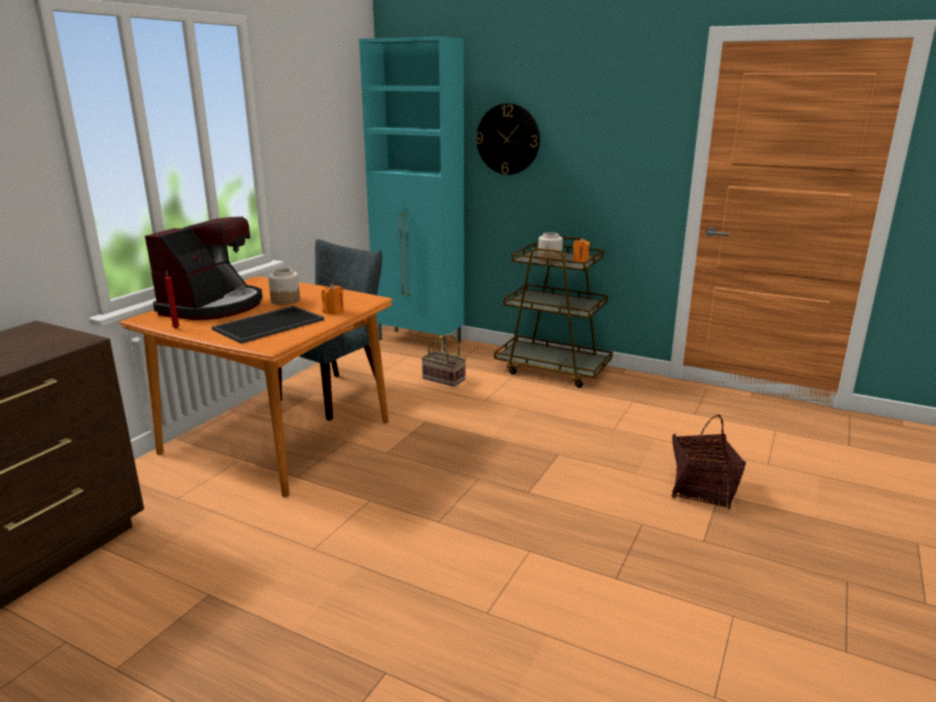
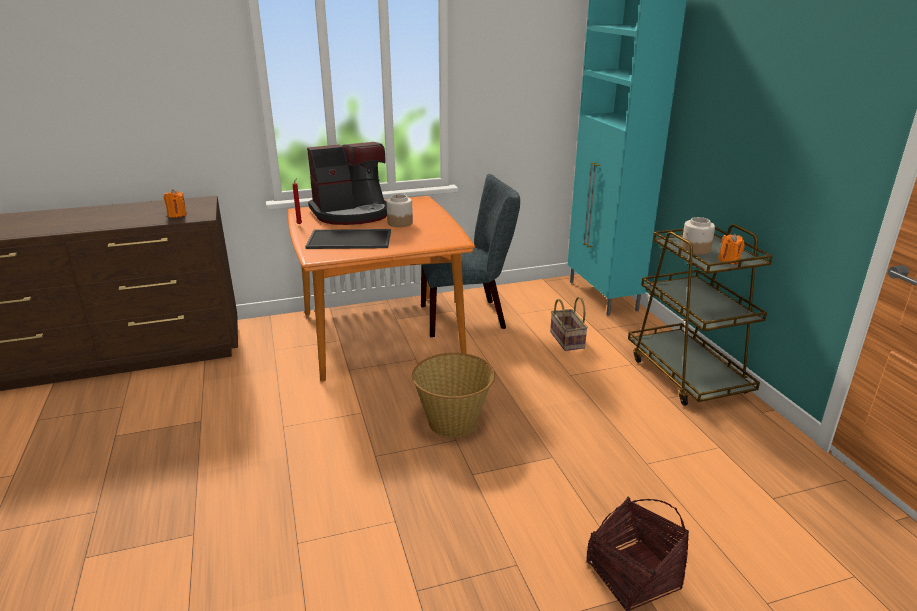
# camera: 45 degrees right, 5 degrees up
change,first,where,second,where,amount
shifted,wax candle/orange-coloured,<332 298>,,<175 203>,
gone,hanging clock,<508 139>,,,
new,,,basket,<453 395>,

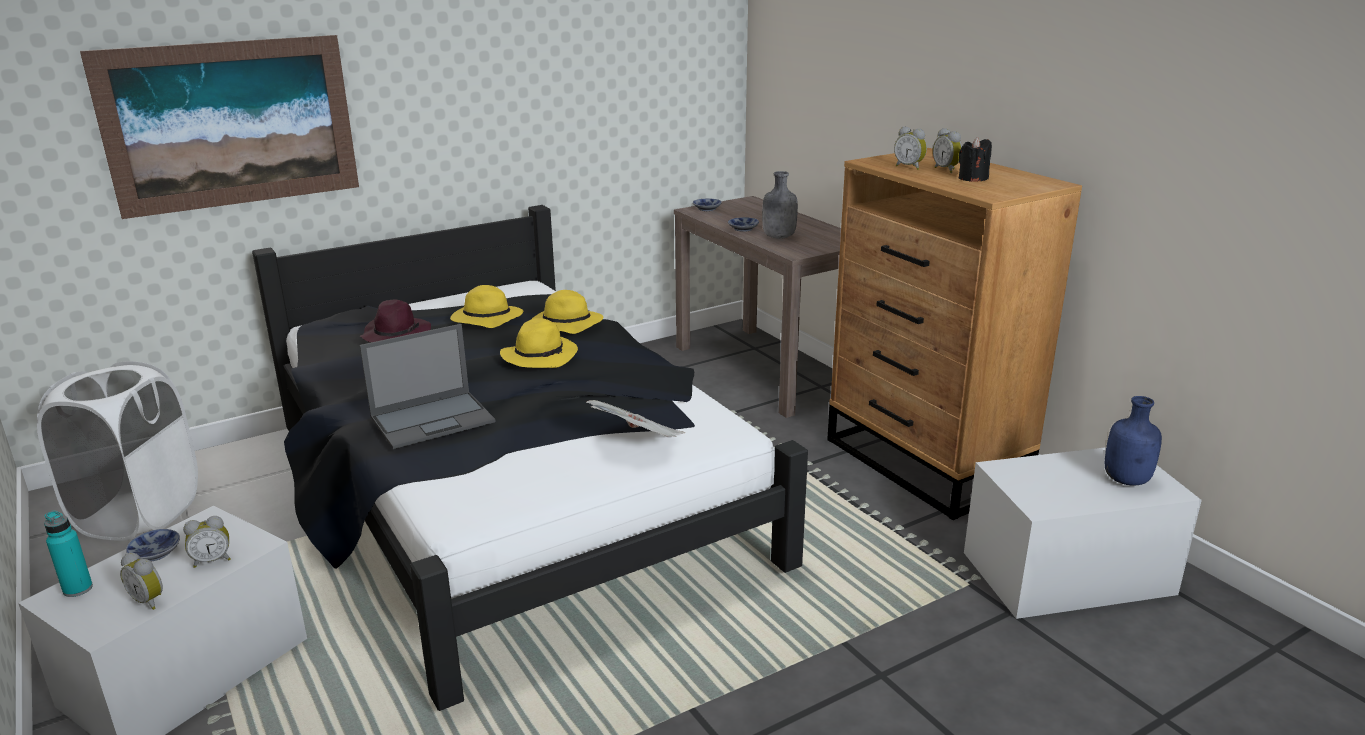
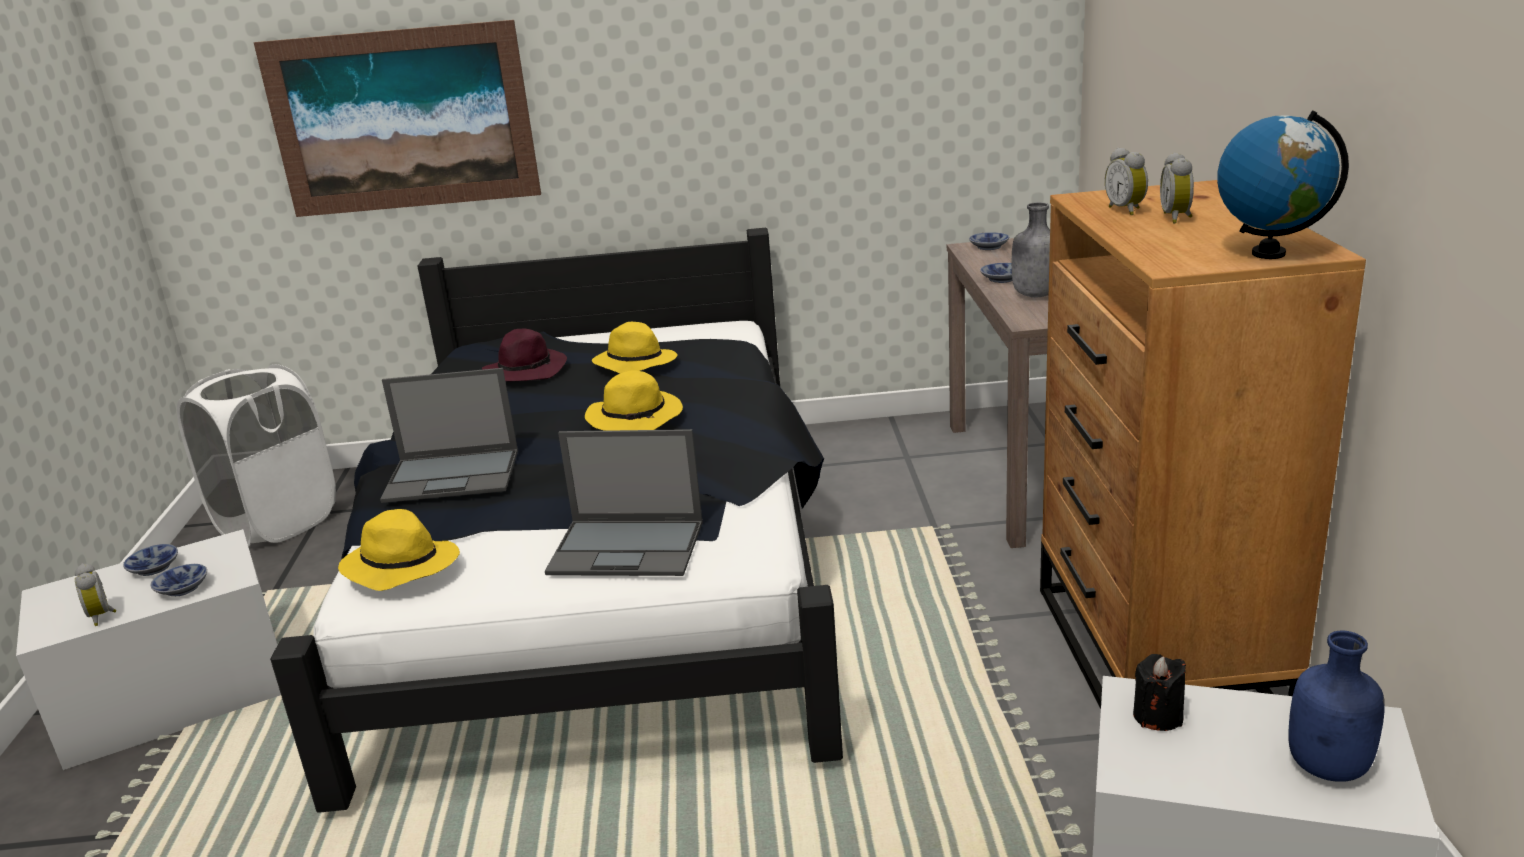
# camera: 30 degrees right, 0 degrees up
change,first,where,second,where,amount
gone,beverage bottle/blue-green,<68 554>,,,
swapped,table clock,<207 542>,bowl,<179 580>,
shifted,hat/yellowish,<567 312>,,<399 550>,
swapped,daily paper,<636 418>,notebook computer,<624 502>,
shifted,wax candle/black,<975 159>,,<1159 692>,
new,,,desk globe,<1283 184>,

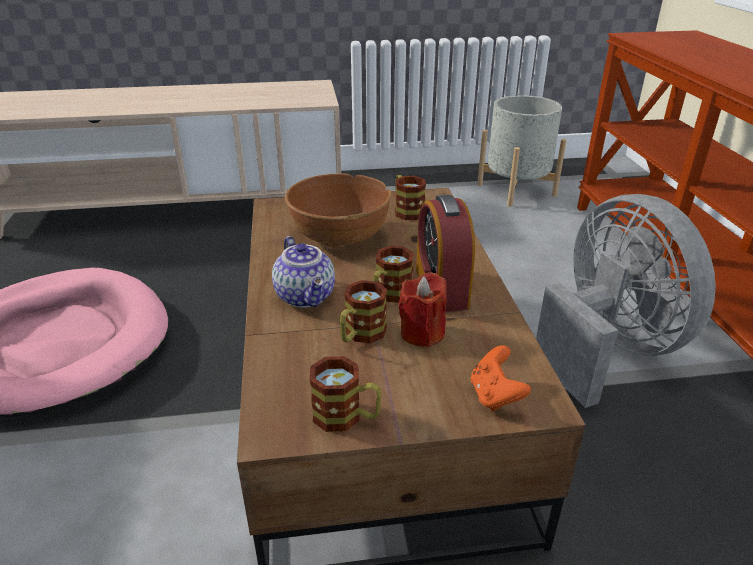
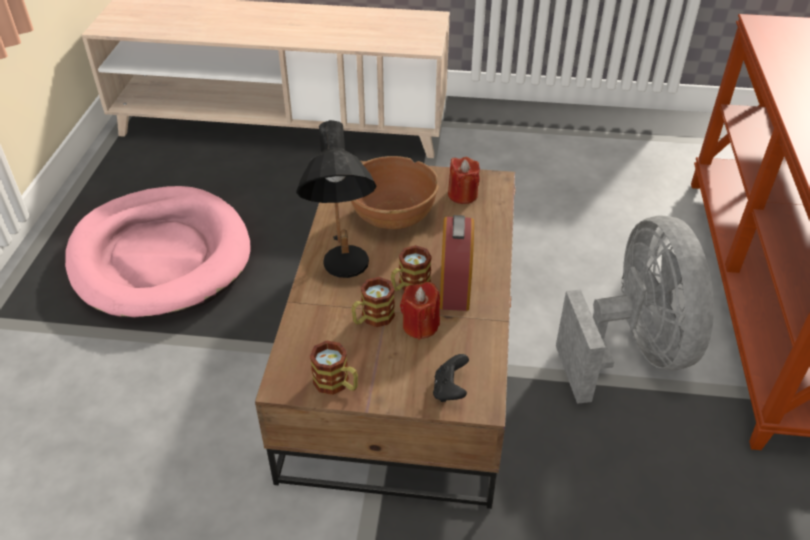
# camera: 15 degrees right, 10 degrees up
change,first,where,second,where,amount
swapped,pot for tea,<303 272>,lamp for a table/black,<336 199>,
swapped,coffee mug,<410 197>,wax candle/red-coloured,<464 180>,
repainted,joypad/orange-coloured,<501 378>,joypad/black,<451 378>,
gone,plant pot/greyish,<522 151>,,,

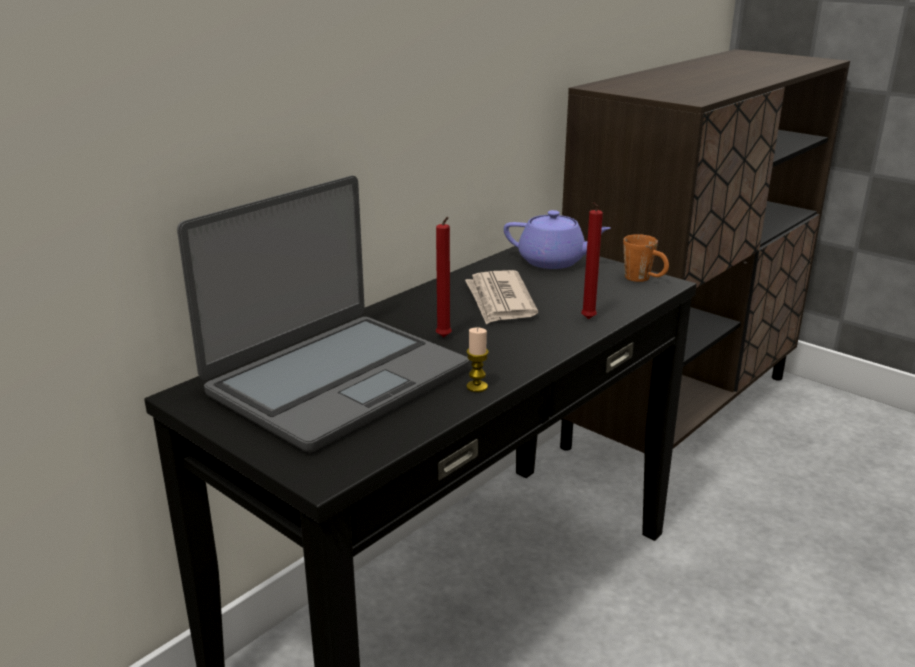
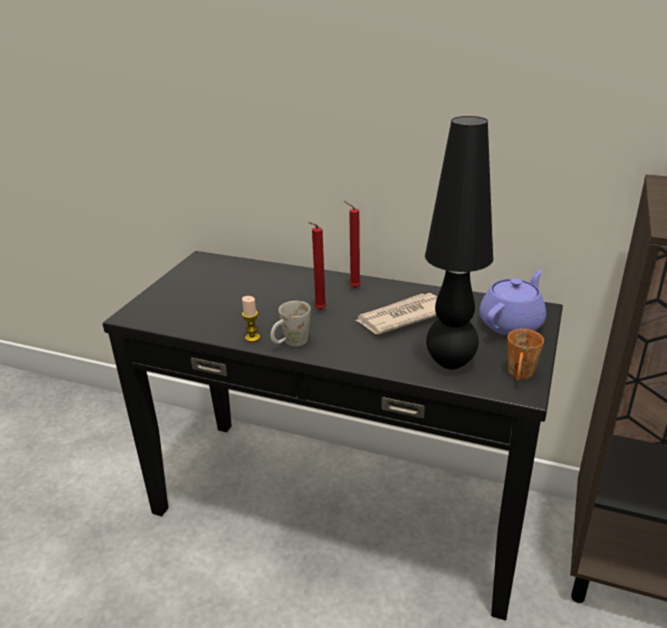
# camera: 70 degrees right, 5 degrees up
change,first,where,second,where,amount
gone,notebook computer,<323 314>,,,
rotated,pot for tea/purplish,<557 239>,,<512 302>,135 degrees counterclockwise
shifted,wax candle/red-coloured,<592 260>,,<352 244>,
new,,,coffee mug/white-coloured,<290 324>,
new,,,lamp for a table/black,<459 242>,

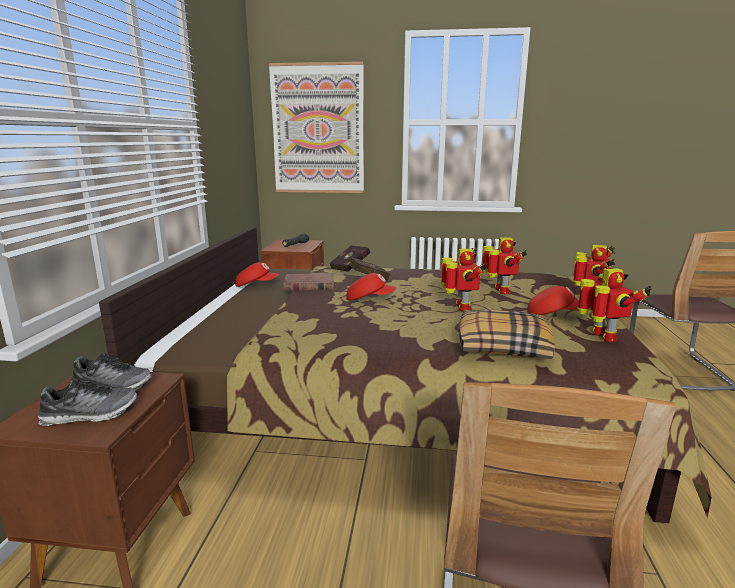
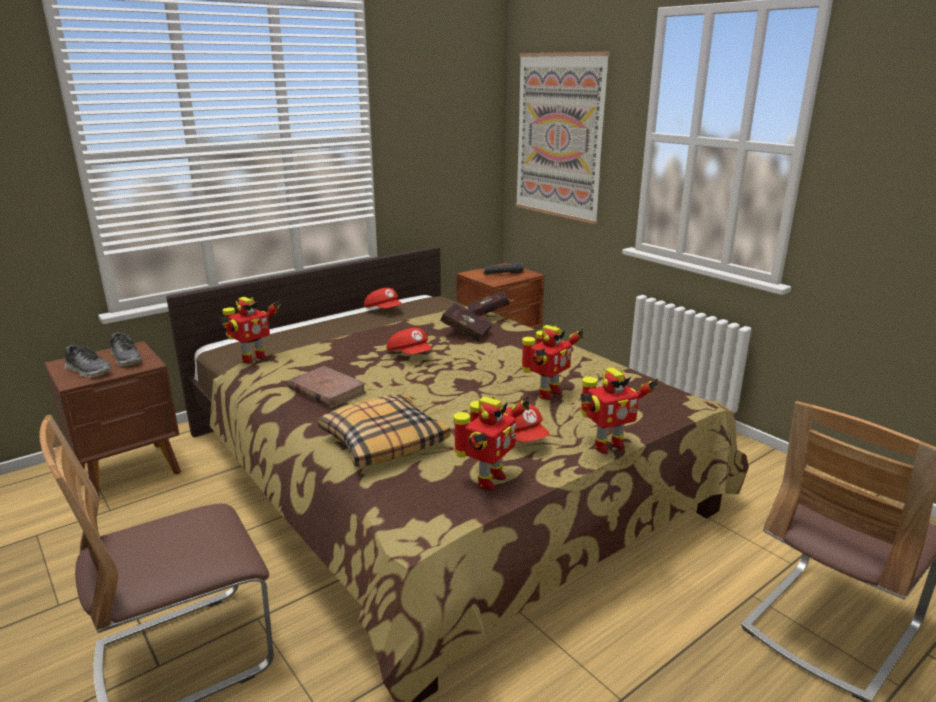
# camera: 45 degrees right, 5 degrees up
change,first,where,second,where,amount
shifted,volume/brownish,<308 282>,,<327 387>,
shifted,model robot,<464 280>,,<250 330>,

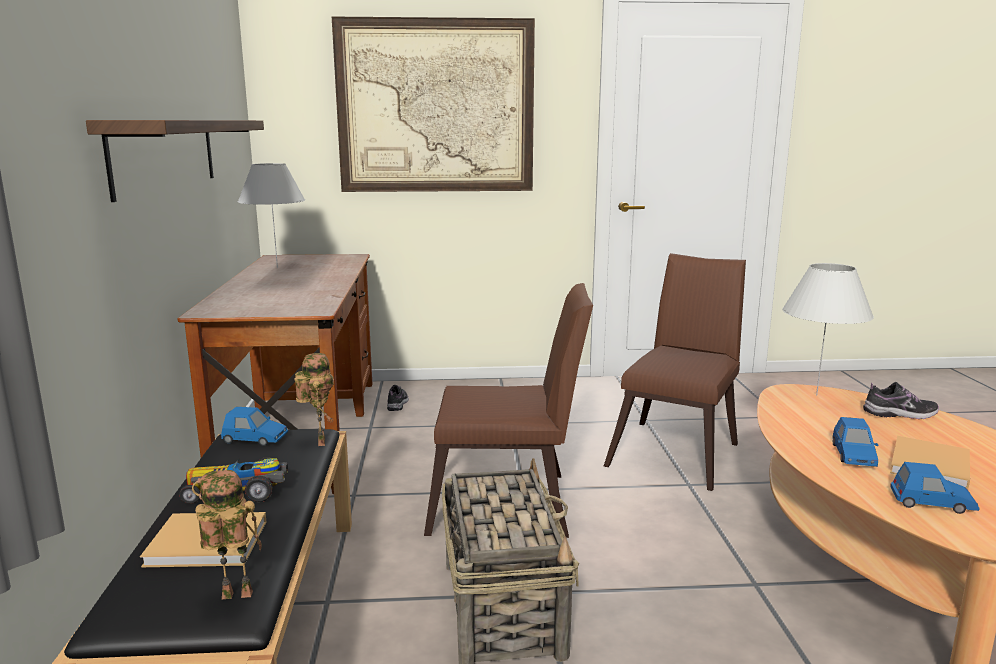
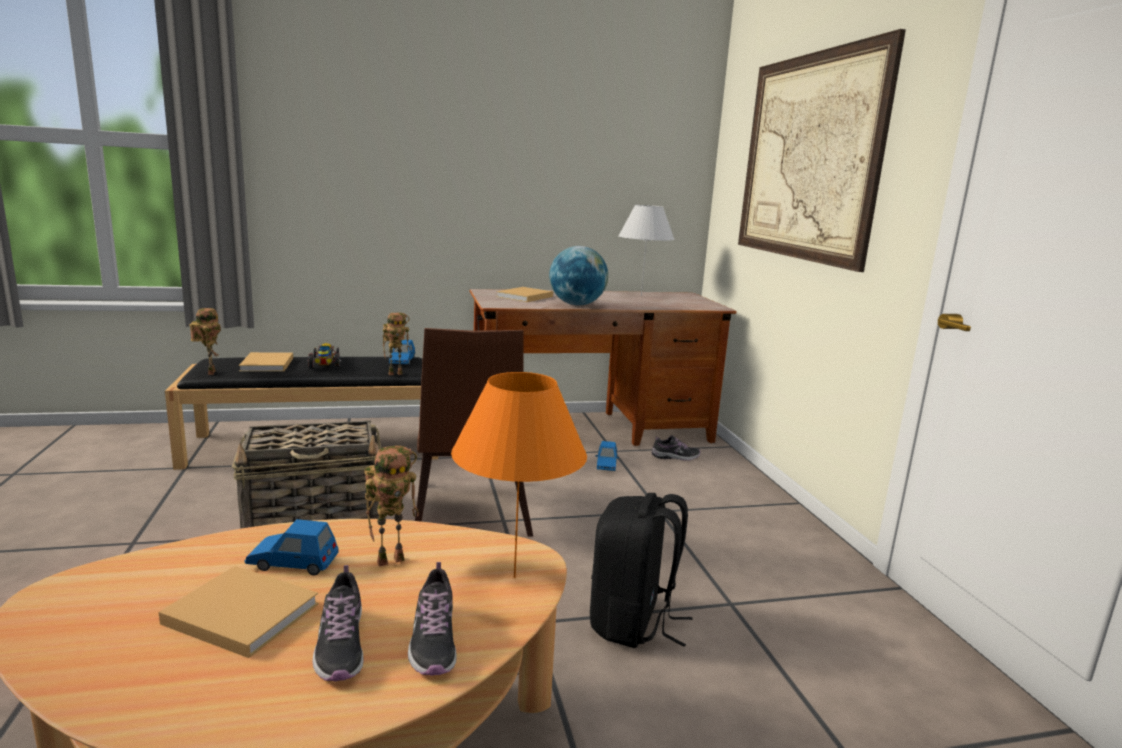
# camera: 80 degrees right, 0 degrees up
change,first,where,second,where,amount
gone,wall shelf,<175 161>,,,
swapped,chair/brownish,<675 372>,rucksack/black,<641 570>,
repainted,lamp for a table/white-coloured,<828 329>,lamp for a table/orange-coloured,<519 475>,
shifted,toy car/bluish,<935 488>,,<607 456>,
new,,,shoe,<338 623>,
new,,,model robot,<391 506>,
new,,,volume/beige-coloured,<524 294>,
new,,,desk globe,<578 275>,

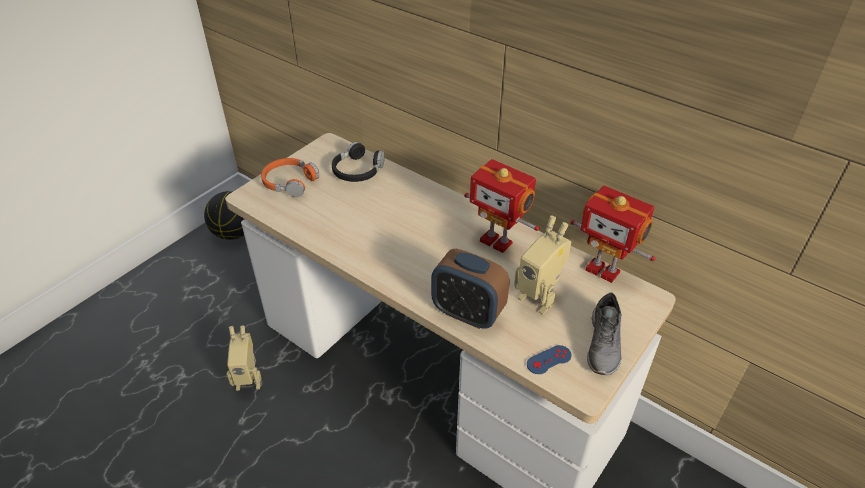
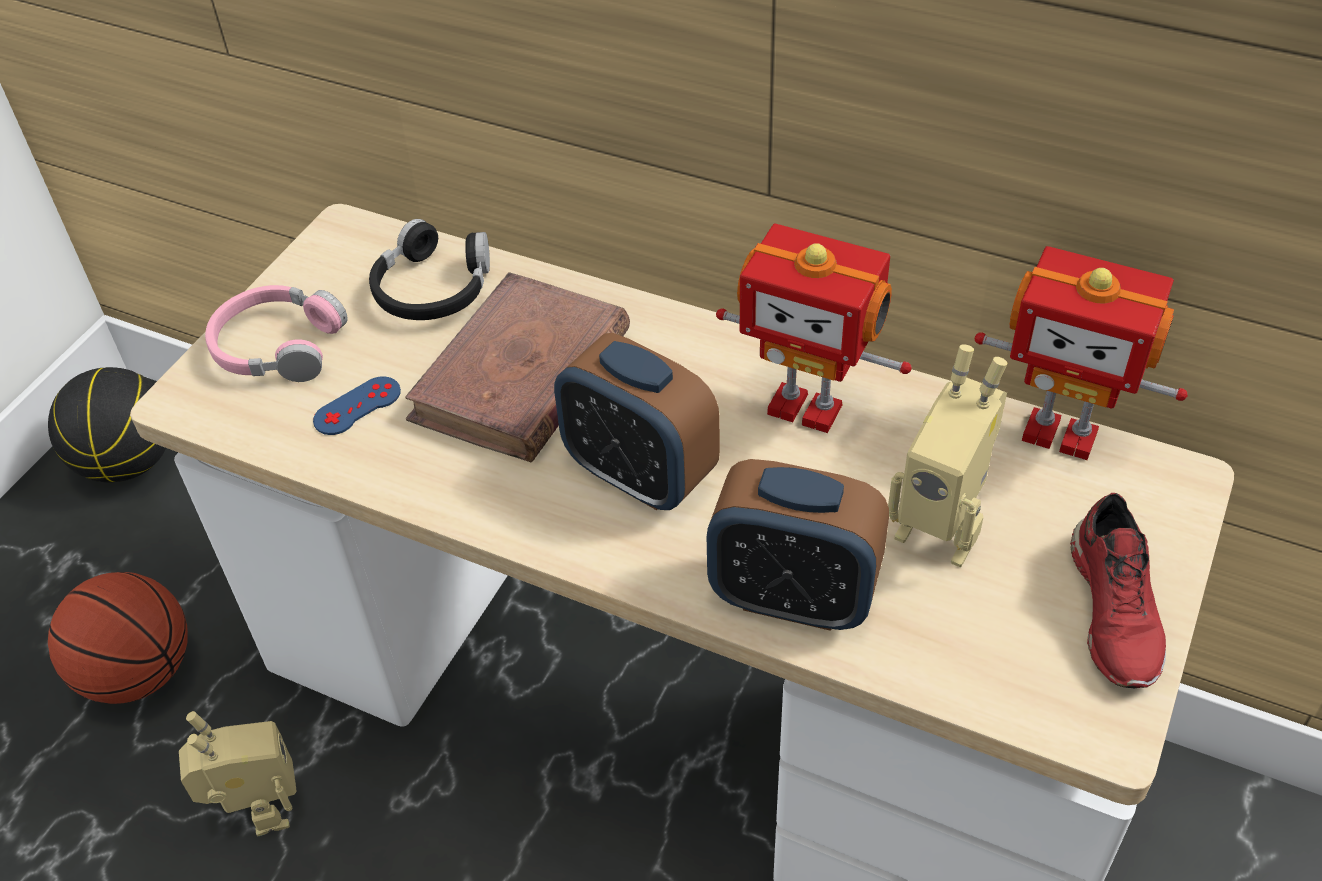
# camera: 10 degrees left, 5 degrees up
change,first,where,second,where,amount
rotated,model robot,<244 358>,,<238 773>,90 degrees counterclockwise
repainted,headphones/orange-coloured,<290 177>,headphones/pinkish,<276 333>,
shifted,joypad/bluish,<549 359>,,<357 405>,
repainted,shoe/greyish,<604 333>,shoe/red-coloured,<1118 590>,
new,,,basketball ball,<118 638>,
new,,,volume/brownish,<517 367>,
new,,,table clock,<637 421>,

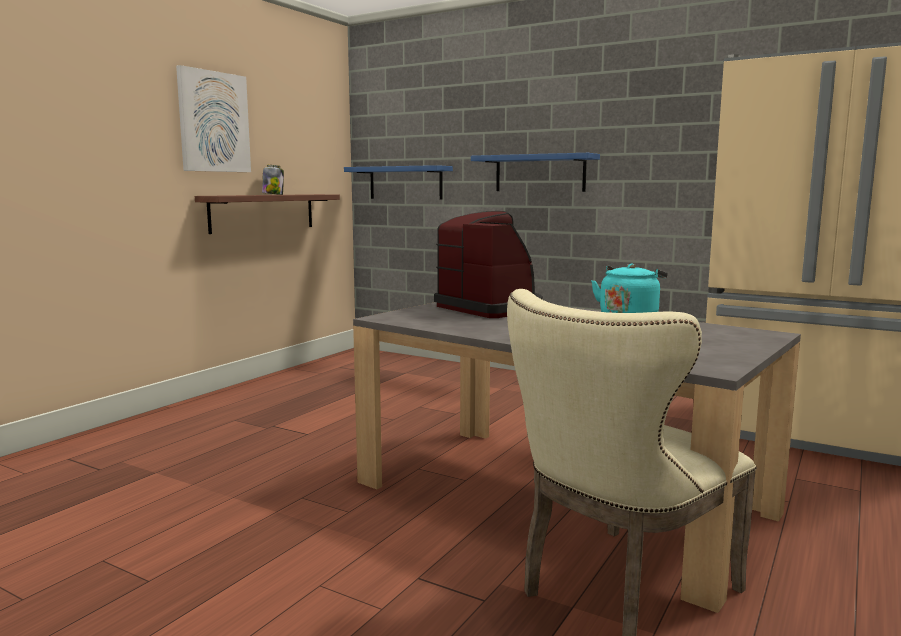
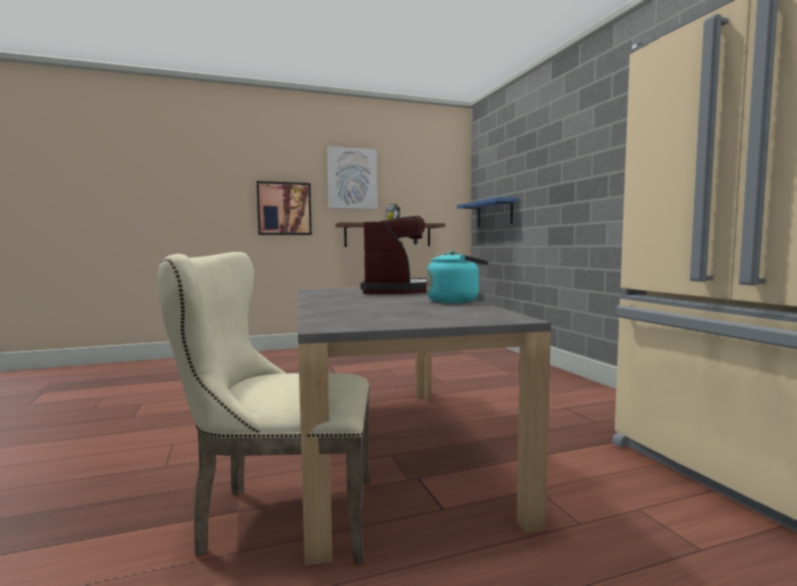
# camera: 40 degrees right, 5 degrees down
change,first,where,second,where,amount
gone,wall shelf/bluish,<535 172>,,,
new,,,picture,<284 208>,

